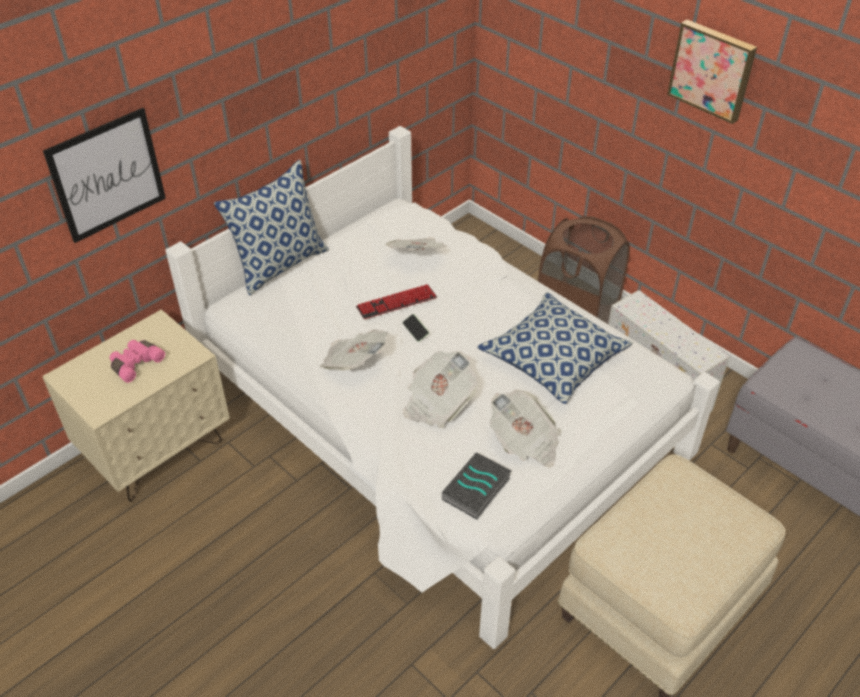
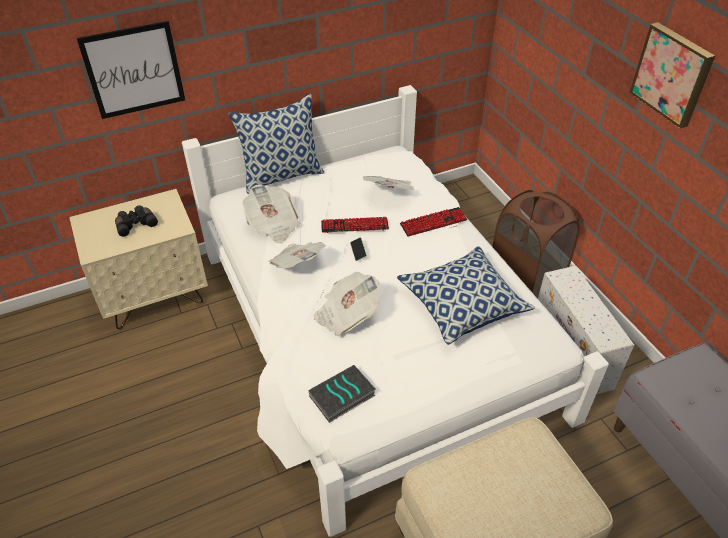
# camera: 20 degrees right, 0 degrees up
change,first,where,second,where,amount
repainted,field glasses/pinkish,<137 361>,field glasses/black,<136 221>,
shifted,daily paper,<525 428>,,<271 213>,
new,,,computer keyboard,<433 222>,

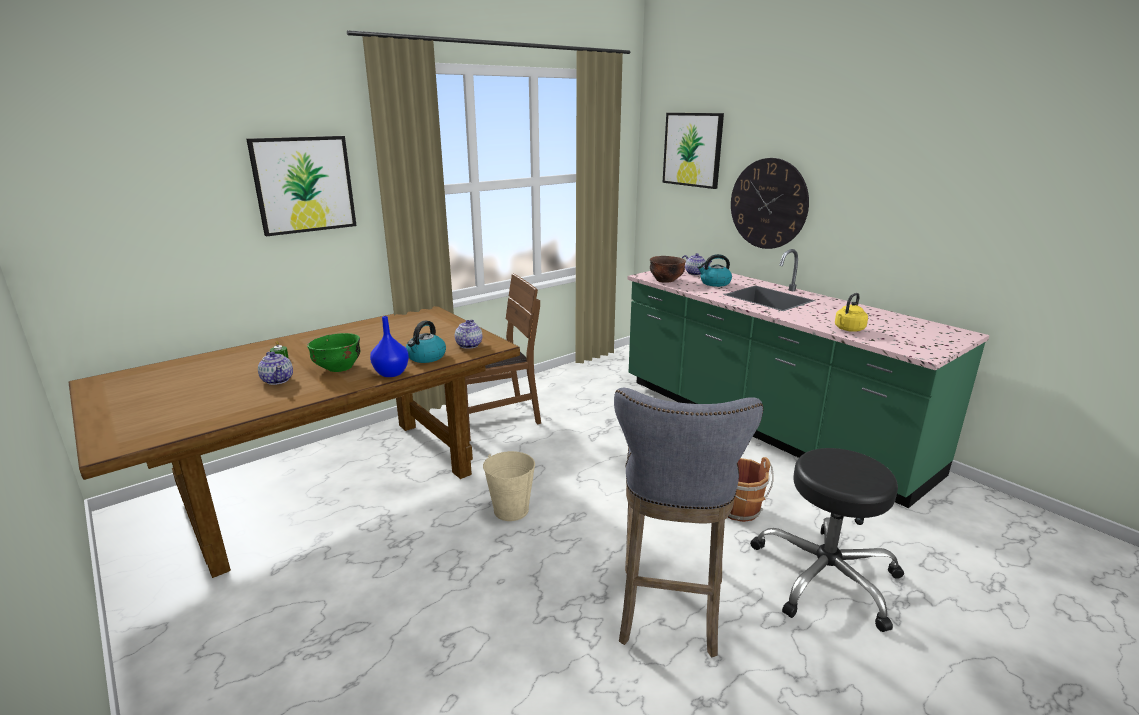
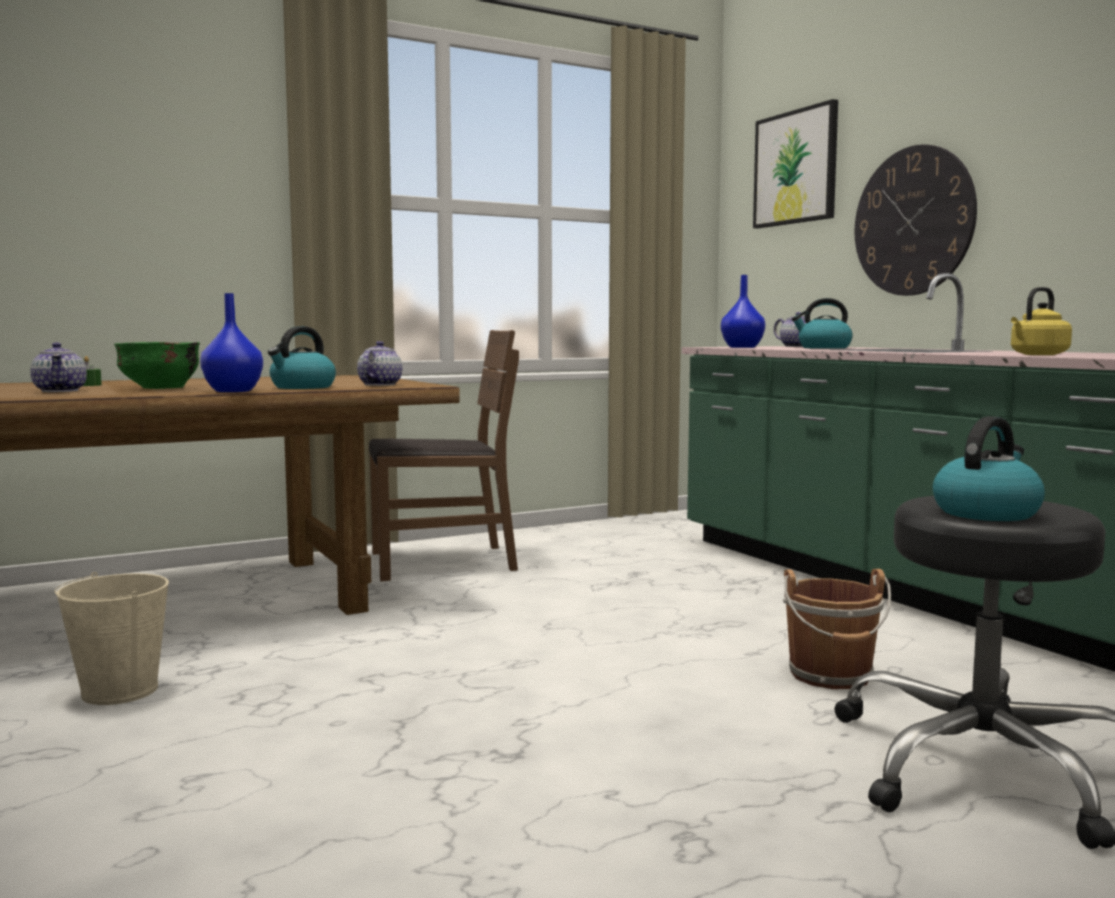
# camera: 10 degrees right, 15 degrees down
change,first,where,second,where,amount
gone,picture,<301 186>,,,
shifted,water bucket/beige-coloured,<509 486>,,<112 638>,
gone,sitting stool/greyish,<689 522>,,,
swapped,bowl/brownish,<668 269>,decorative vase/bluish,<743 311>,
new,,,water kettle,<989 468>,

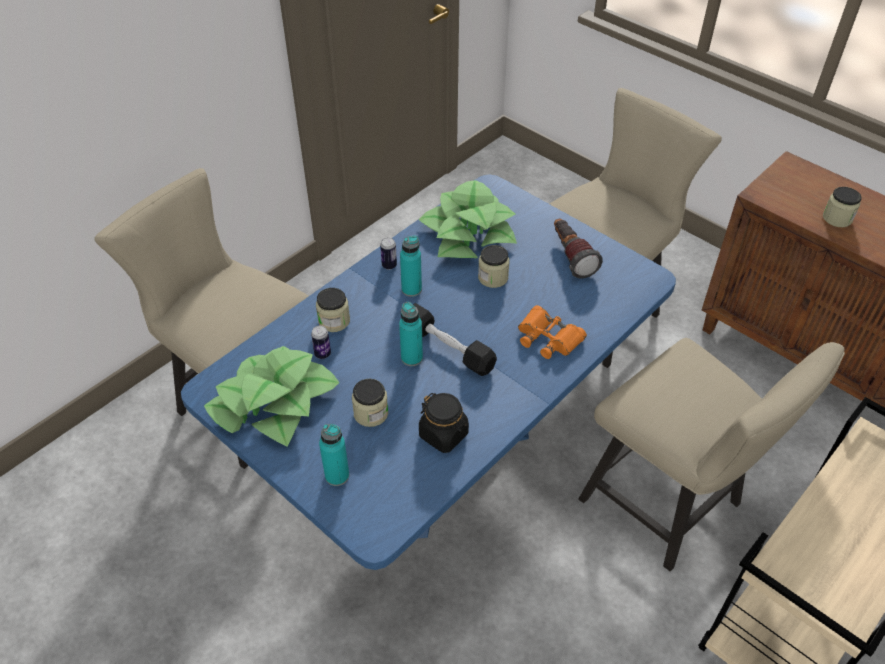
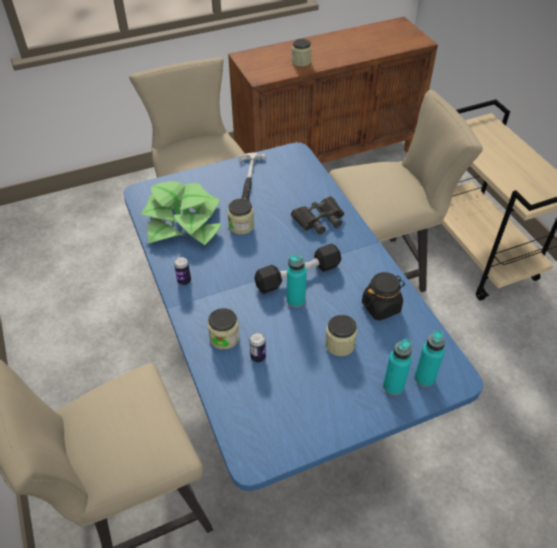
# camera: 65 degrees left, 0 degrees up
change,first,where,second,where,amount
gone,plant in a pot,<272 396>,,,
shifted,beverage bottle/blue-green,<411 266>,,<429 358>,
repainted,field glasses/orange-coloured,<552 332>,field glasses/black,<317 215>,
swapped,hand torch,<578 249>,tool hammer,<252 176>,

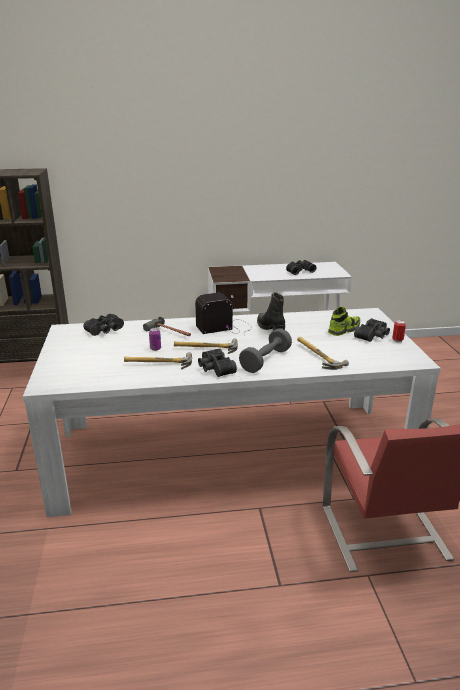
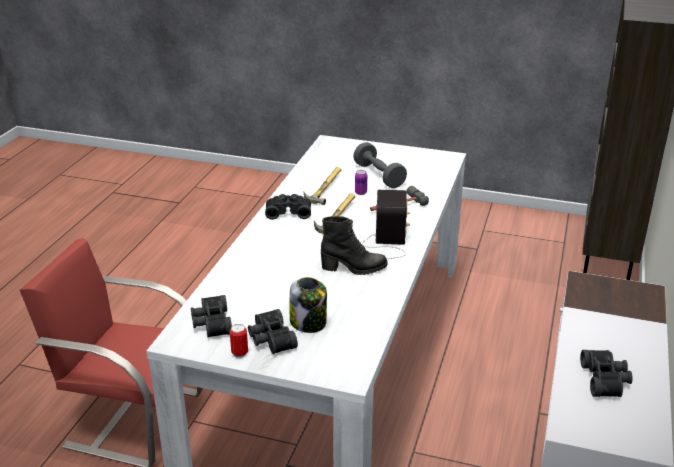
# camera: 115 degrees right, 5 degrees up
change,first,where,second,where,amount
shifted,field glasses/black,<103 325>,,<211 316>,
shifted,free weight/greyish,<265 350>,,<380 165>,
gone,tool hammer,<323 353>,,,
swapped,shoe,<344 321>,jar,<308 305>,

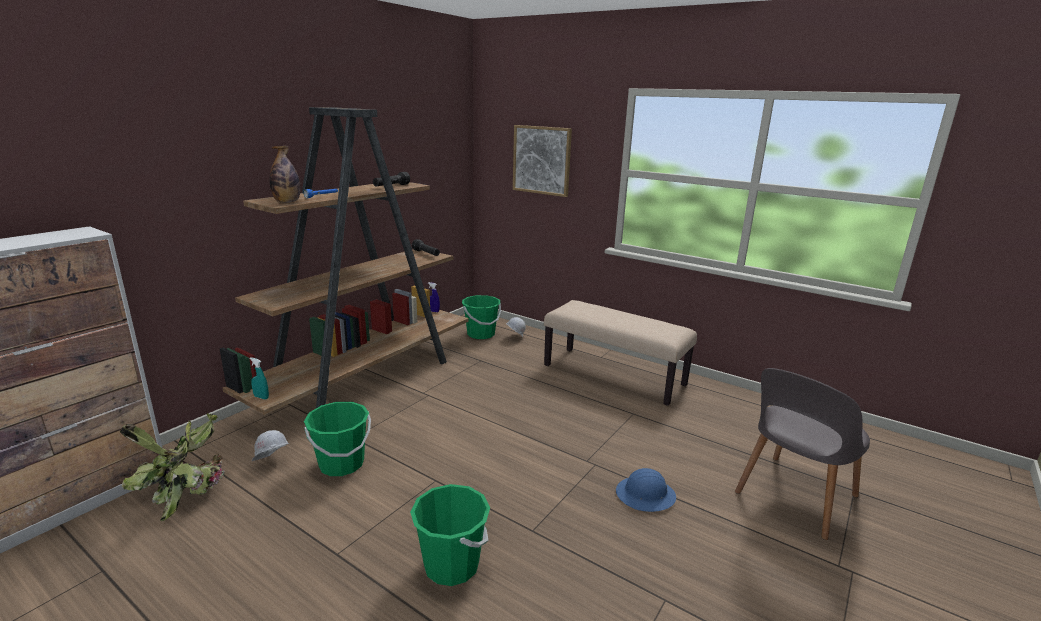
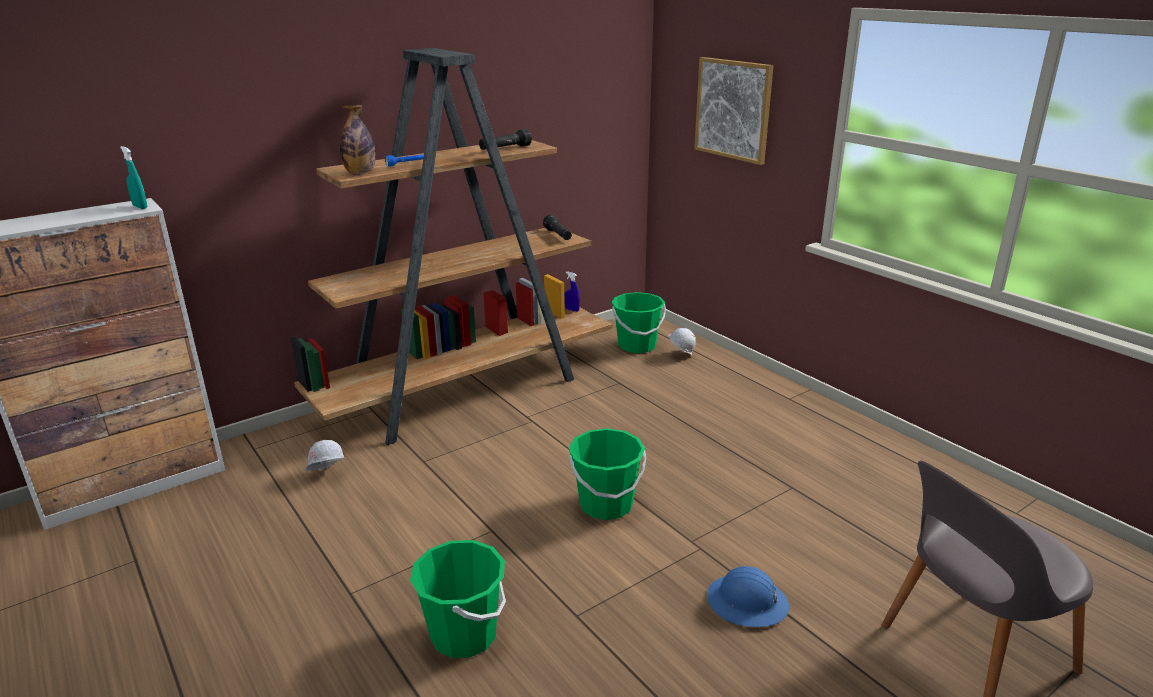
# camera: 20 degrees right, 5 degrees up
change,first,where,second,where,amount
gone,plant in a pot,<172 467>,,,
shifted,hand sprayer/blue-green,<259 378>,,<134 177>,
shifted,water bucket/green-coloured,<337 439>,,<608 474>,
gone,long seat/beige-coloured,<620 353>,,,

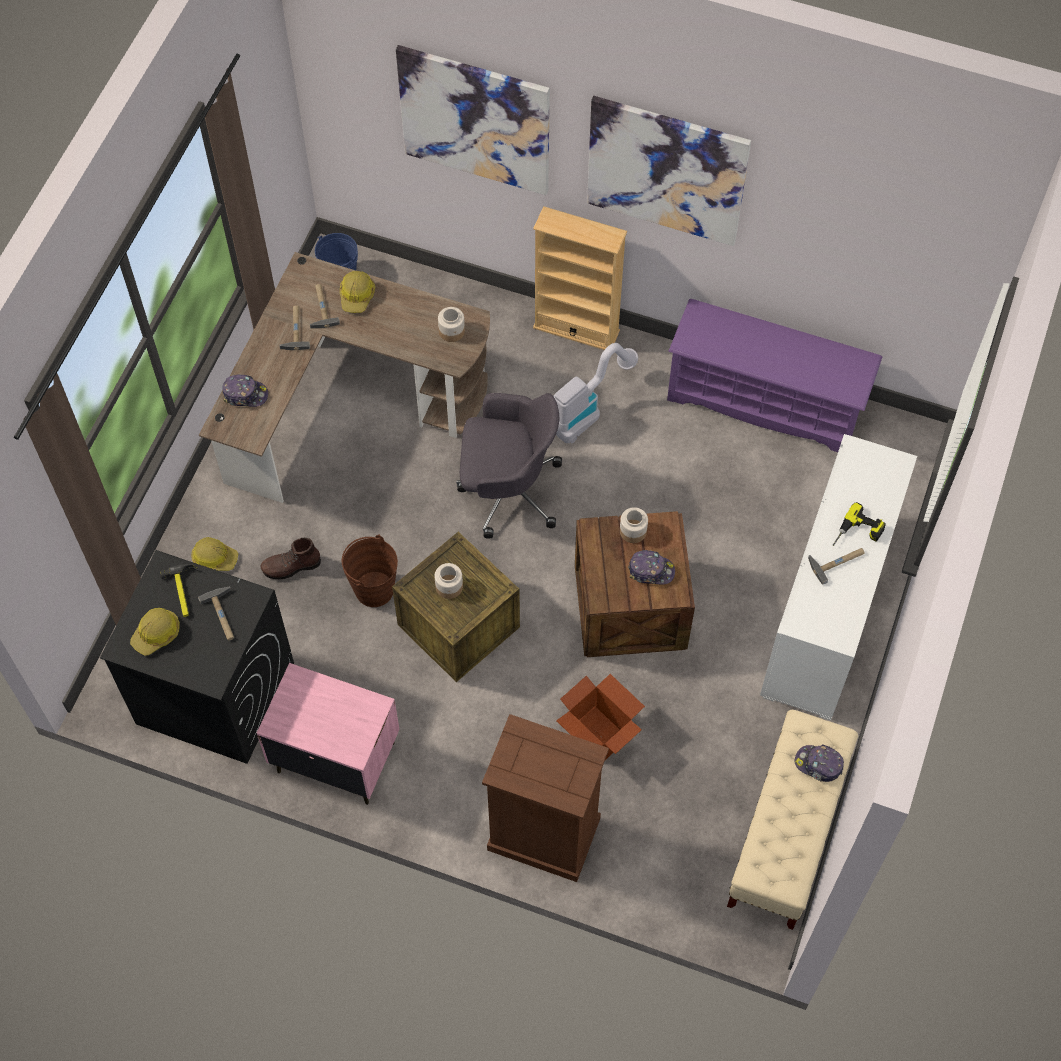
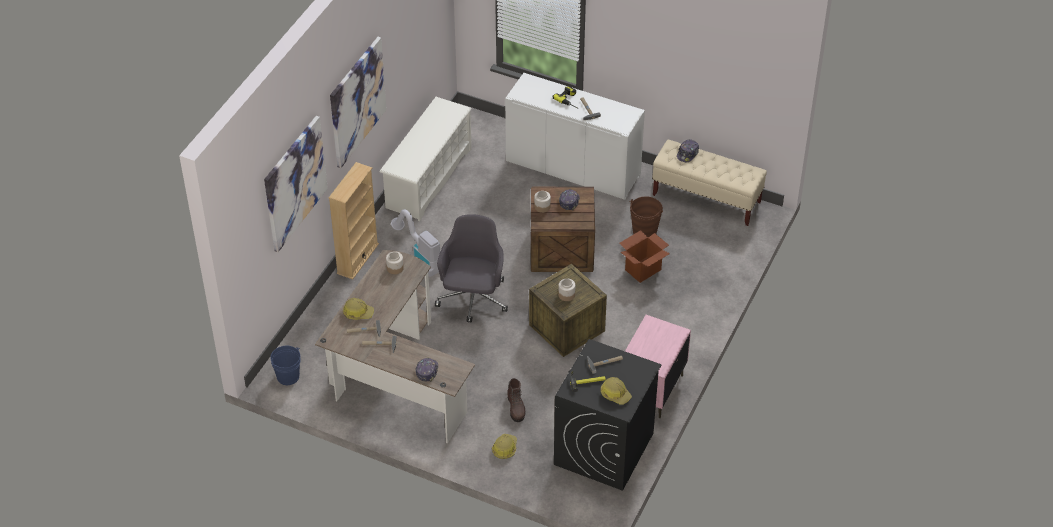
# camera: 85 degrees left, 15 degrees down
change,first,where,second,where,amount
shifted,water bucket/brownish,<370 571>,,<646 216>,
gone,drawer chest/brownish,<545 798>,,,
repainted,shoe shelf/purplish,<774 375>,shoe shelf/white-coloured,<426 159>,

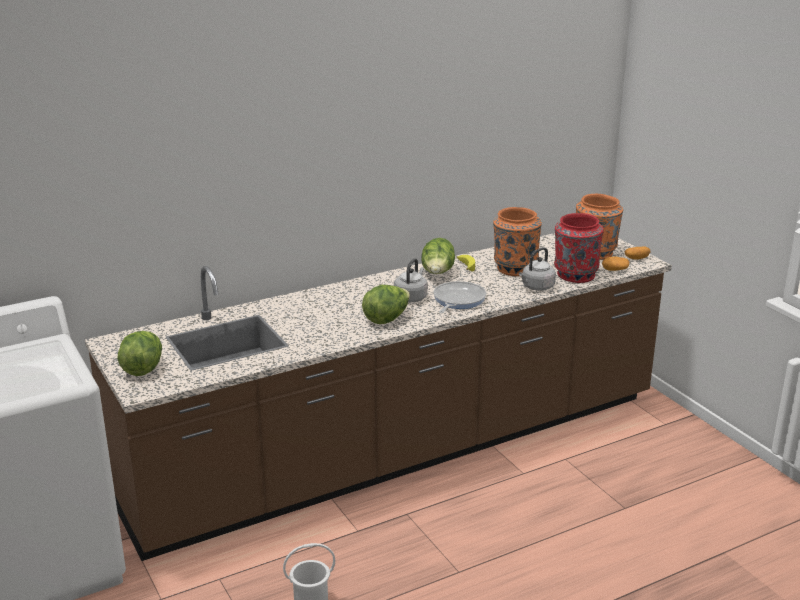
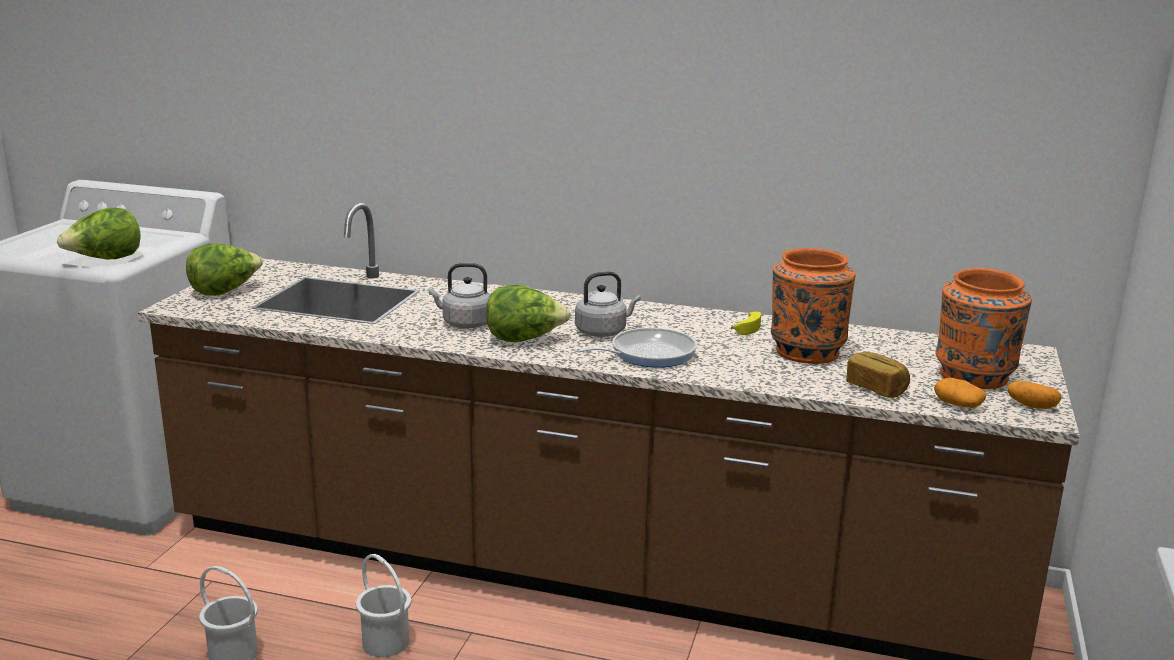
# camera: 45 degrees right, 5 degrees down
change,first,where,second,where,amount
shifted,lettuce,<438 256>,,<99 233>,
shifted,water kettle/greyish,<537 269>,,<459 295>,
swapped,decorative vase/red-coloured,<579 248>,bread,<878 375>,
new,,,water bucket/white-coloured,<383 605>,

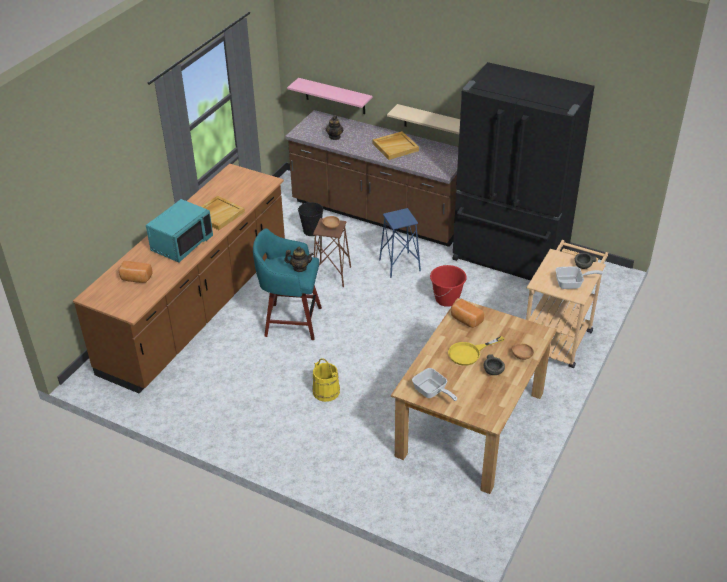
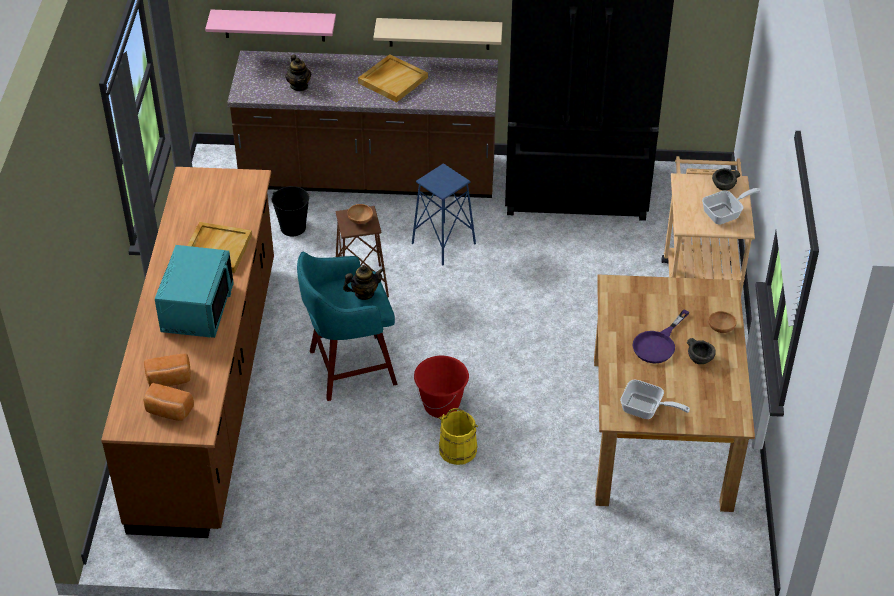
# camera: 25 degrees left, 5 degrees up
change,first,where,second,where,amount
shifted,water bucket/red-coloured,<448 286>,,<441 387>,
repainted,pan/yellowish,<476 351>,pan/purplish,<660 336>,
shifted,bread,<467 313>,,<168 402>,

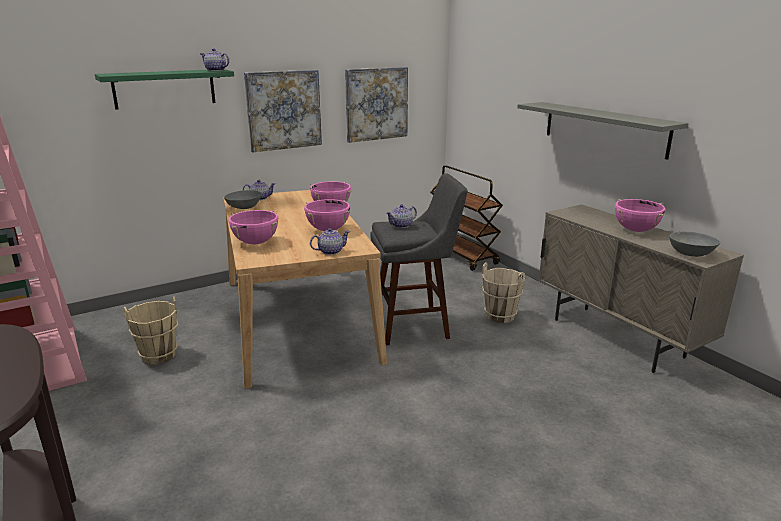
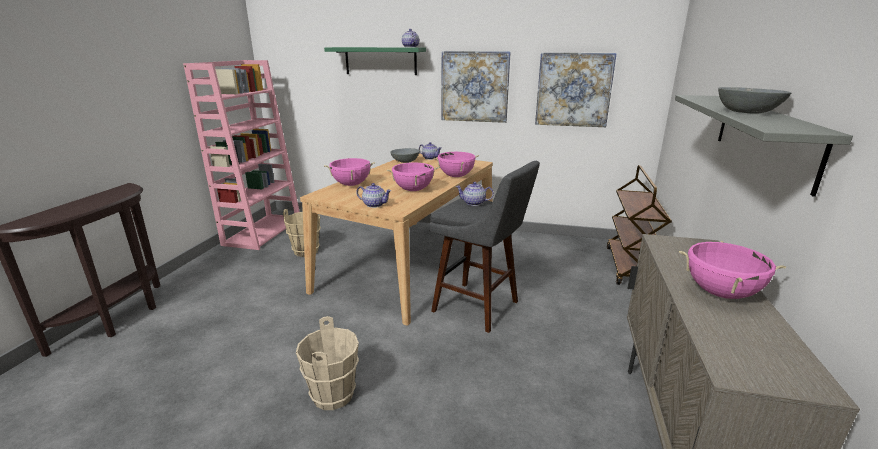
# camera: 45 degrees right, 0 degrees up
change,first,where,second,where,amount
shifted,water bucket/beige-coloured,<503 292>,,<327 363>,
shifted,bowl/greyish,<694 244>,,<754 100>,

